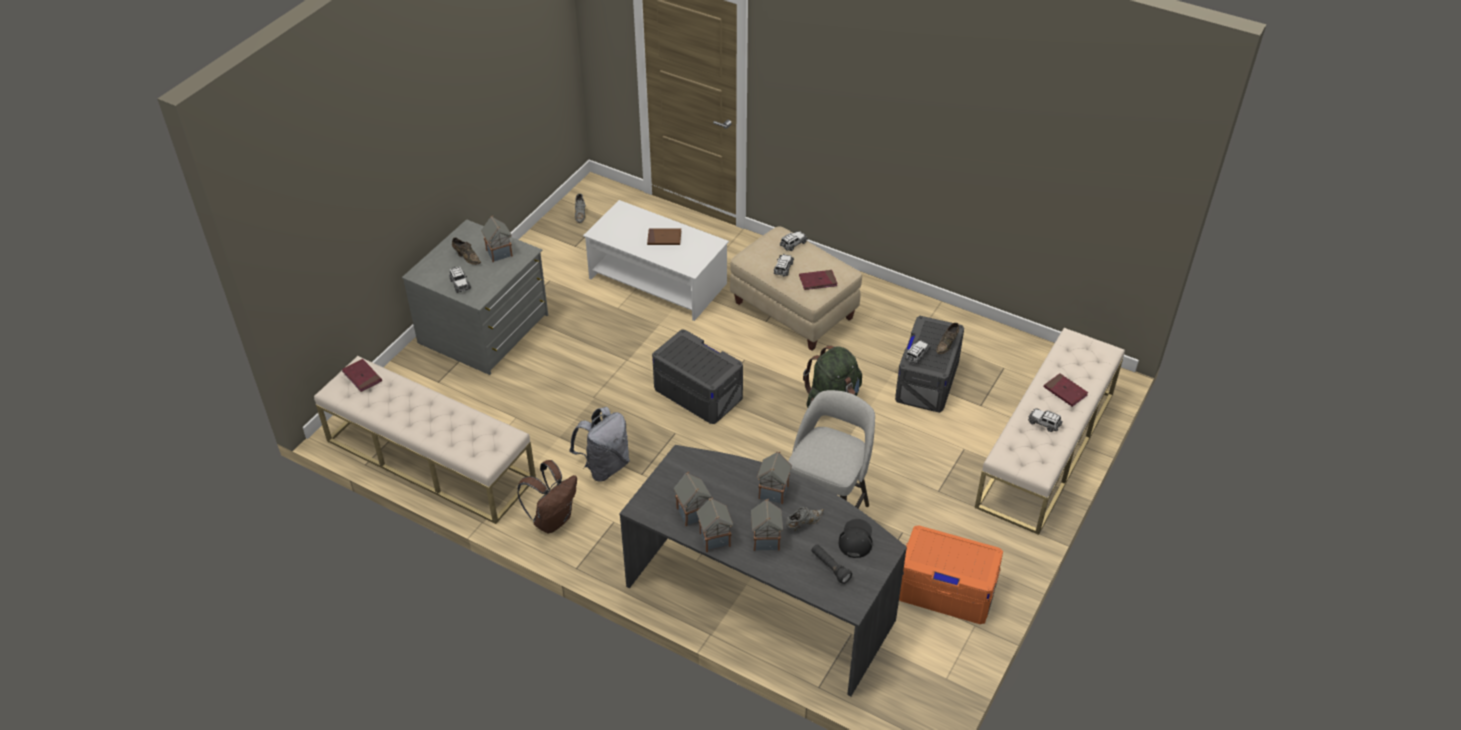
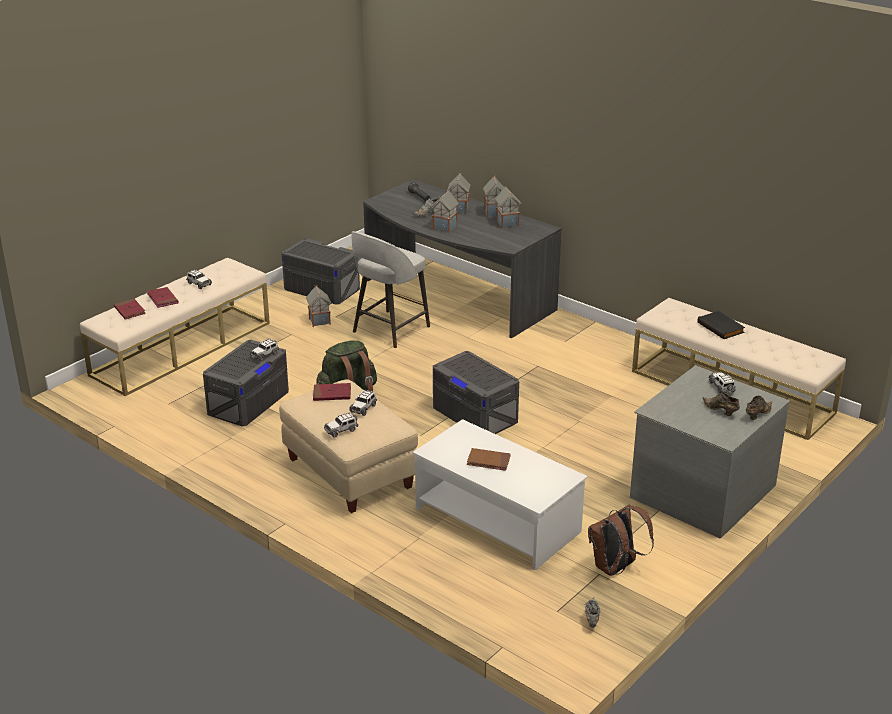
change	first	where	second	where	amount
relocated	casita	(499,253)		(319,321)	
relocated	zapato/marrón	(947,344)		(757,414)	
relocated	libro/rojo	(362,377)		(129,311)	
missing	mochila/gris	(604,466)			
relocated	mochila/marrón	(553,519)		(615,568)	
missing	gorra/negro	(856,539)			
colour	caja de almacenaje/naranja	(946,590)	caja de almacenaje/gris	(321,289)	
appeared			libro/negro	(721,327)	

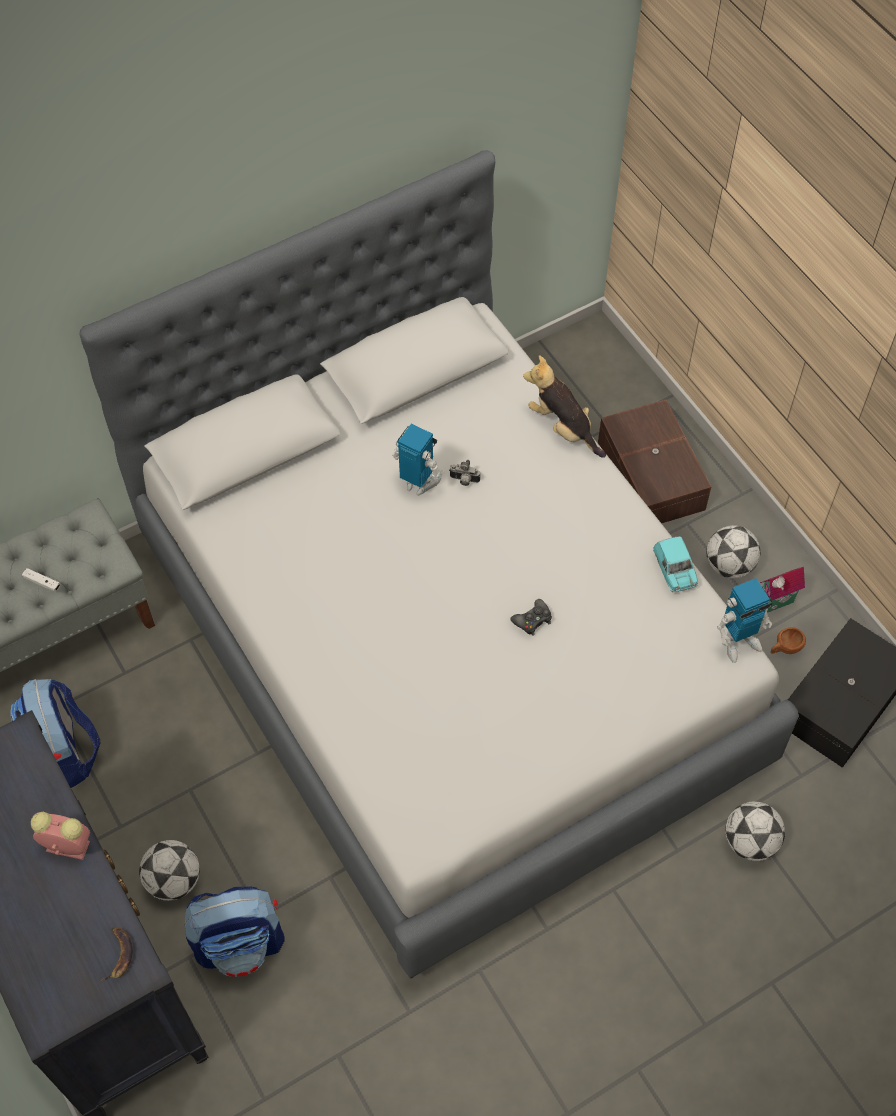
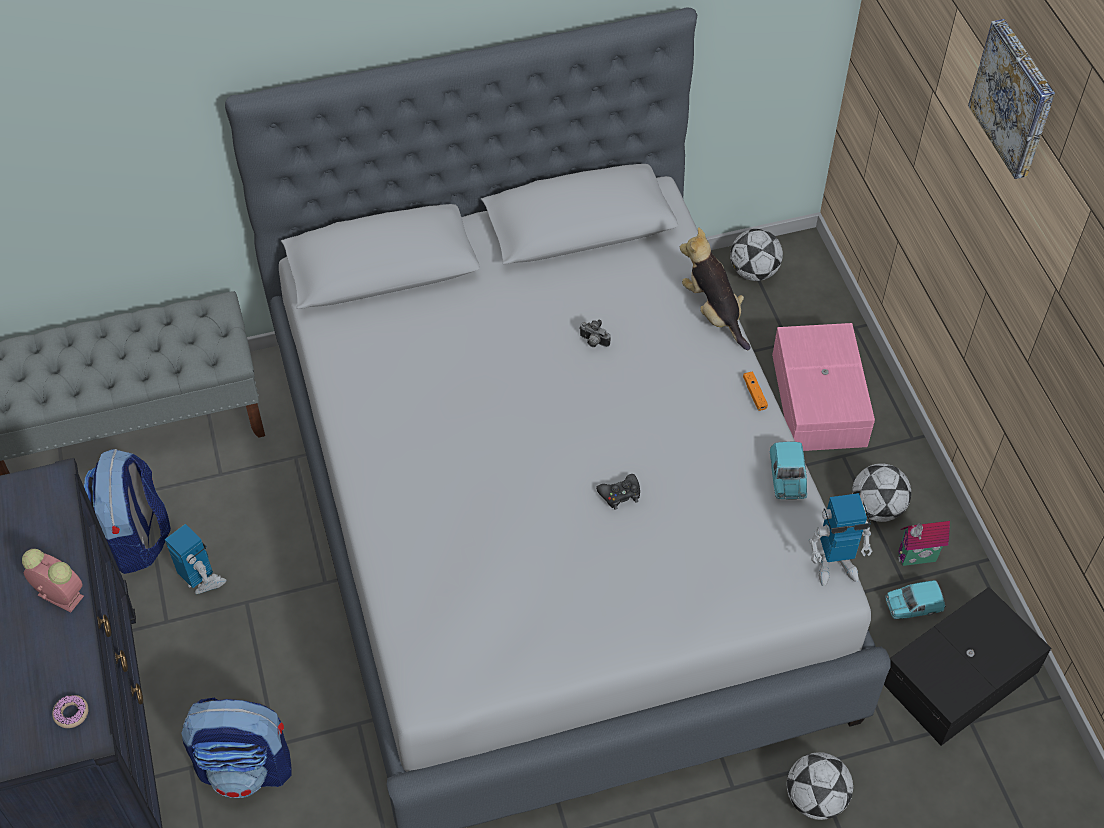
change	first	where	second	where	amount
colour	caja de almacenaje/marrón	(649,477)	caja de almacenaje/rosa	(817,401)	
relocated	robot de juguete	(419,483)		(202,582)	
missing	mando de consola/blanco	(42,582)			
exchanged	taza/marrón	(785,648)	coche de juguete/turquesa	(913,607)	
relocated	balón de fútbol	(174,880)		(753,272)	
exchanged	plátano	(118,954)	rosquilla	(71,713)	
appeared			cuadro	(1015,98)	
appeared			mando de consola/naranja	(754,394)	

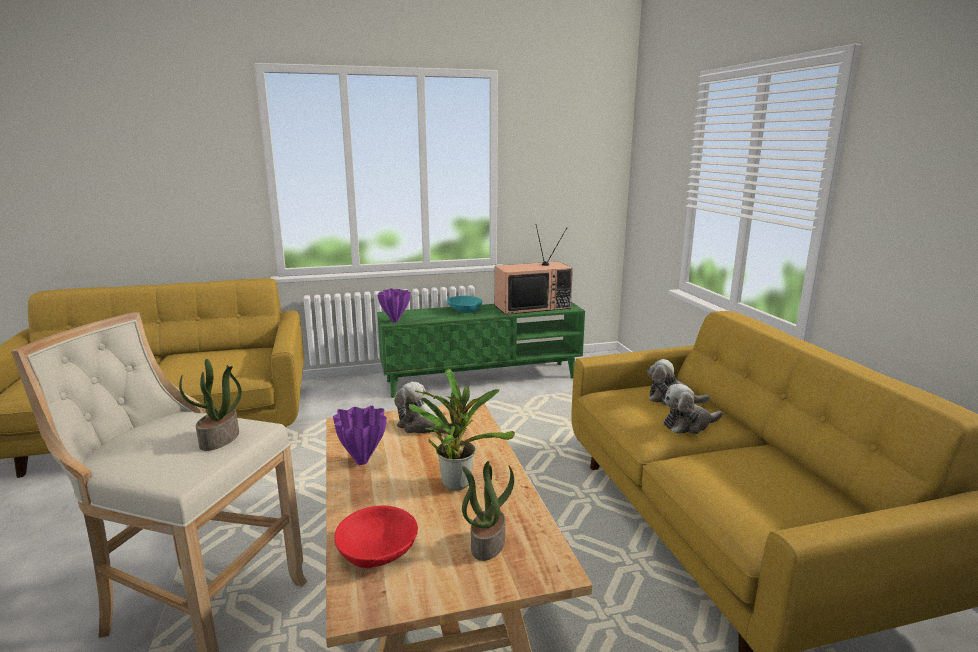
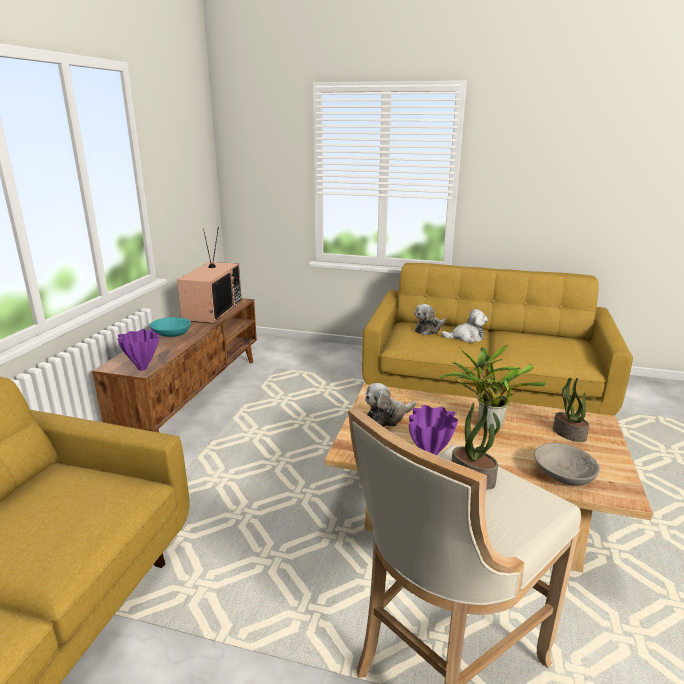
change	first	where	second	where	amount
colour	mueble de televisión/verde	(482,379)	mueble de televisión/marrón	(194,397)	
spun	peluche	(688,425)		(466,337)	105 degrees counterclockwise
colour	cuenco/rojo	(377,550)	cuenco/gris	(563,474)	

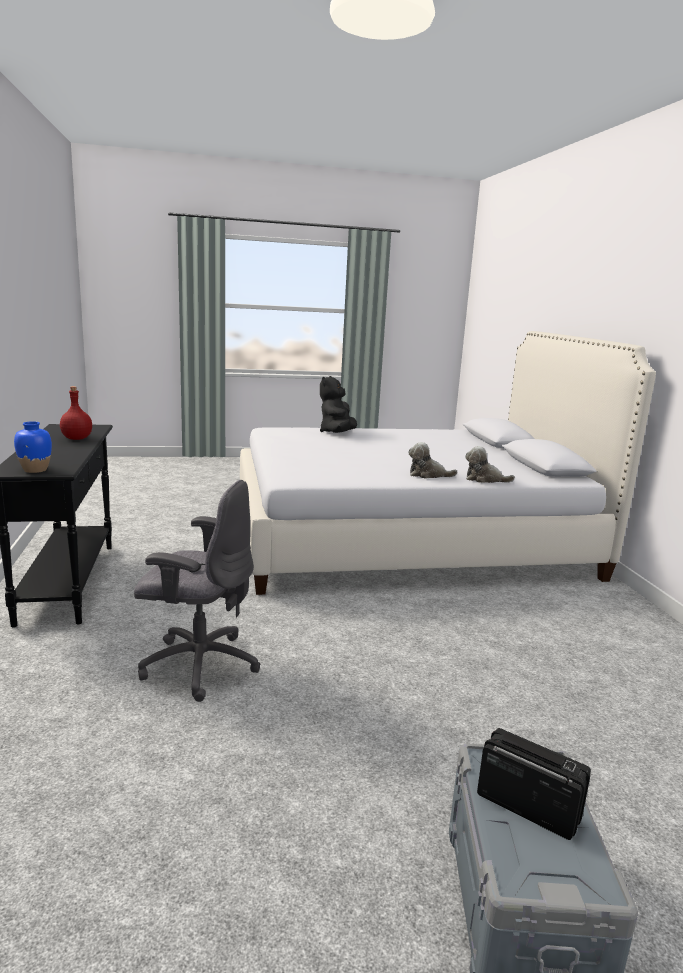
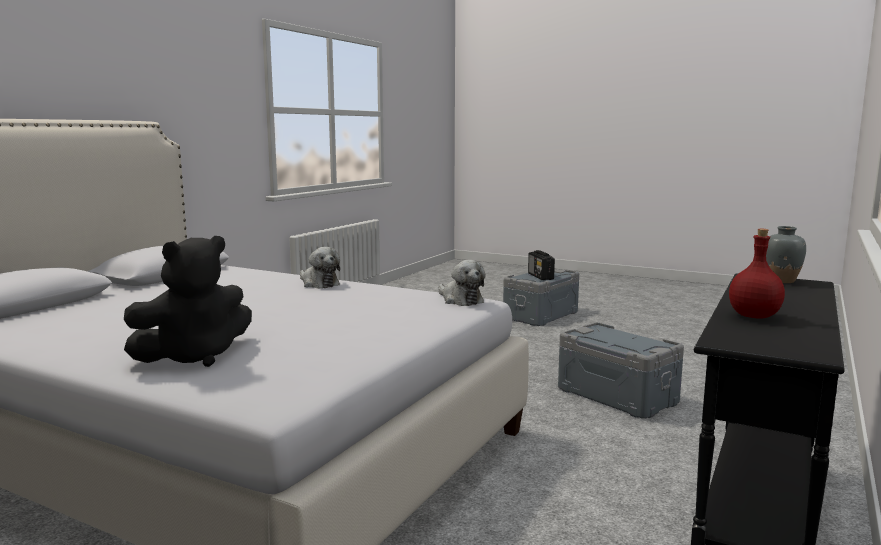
change	first	where	second	where	amount
colour	florero/azul	(35,470)	florero/gris	(781,280)	
relocated	peluche	(484,479)		(460,300)	
exchanged	silla de oficina/gris	(199,664)	caja de almacenaje/gris	(617,395)	

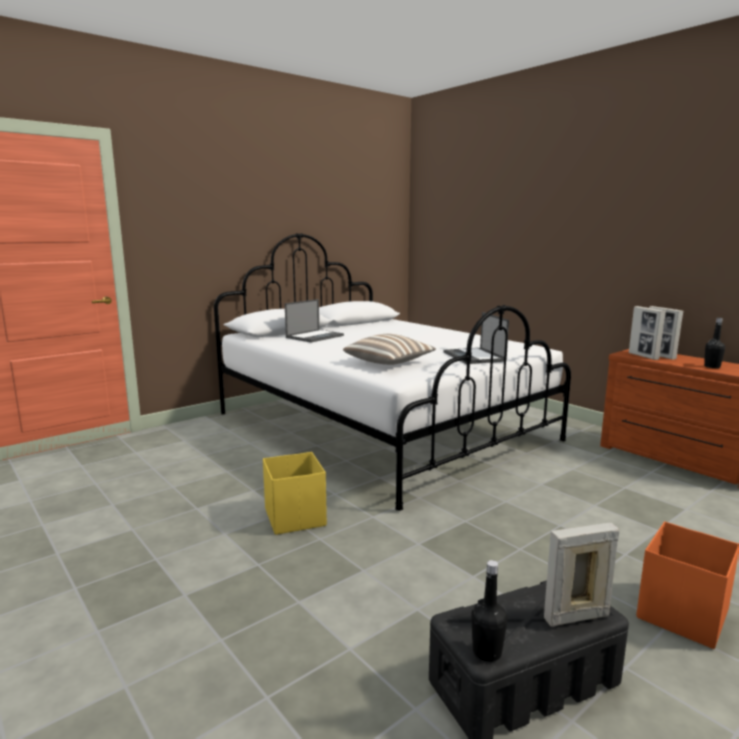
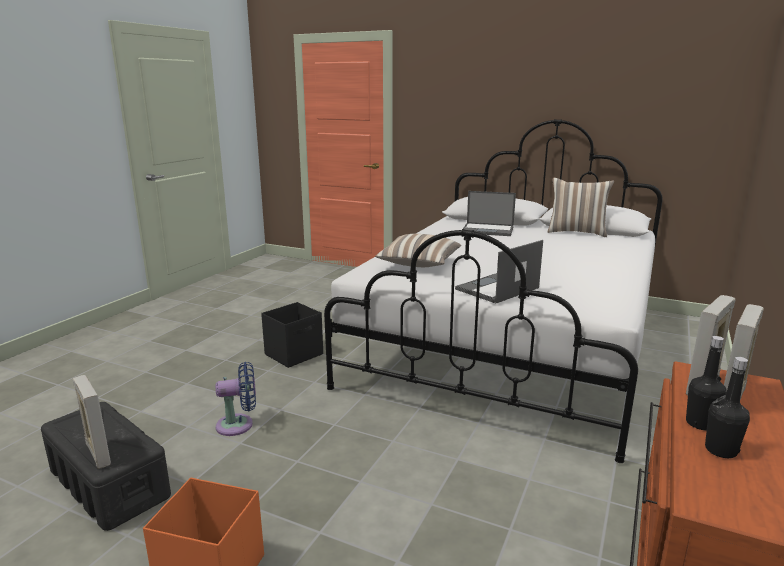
change	first	where	second	where	amount
colour	caja de almacenaje/amarillo	(295,517)	caja de almacenaje/negro	(295,354)	
relocated	botella/negro	(487,652)		(700,423)	
appeared			cojín	(577,232)	
appeared			ventilador/azul	(239,425)	

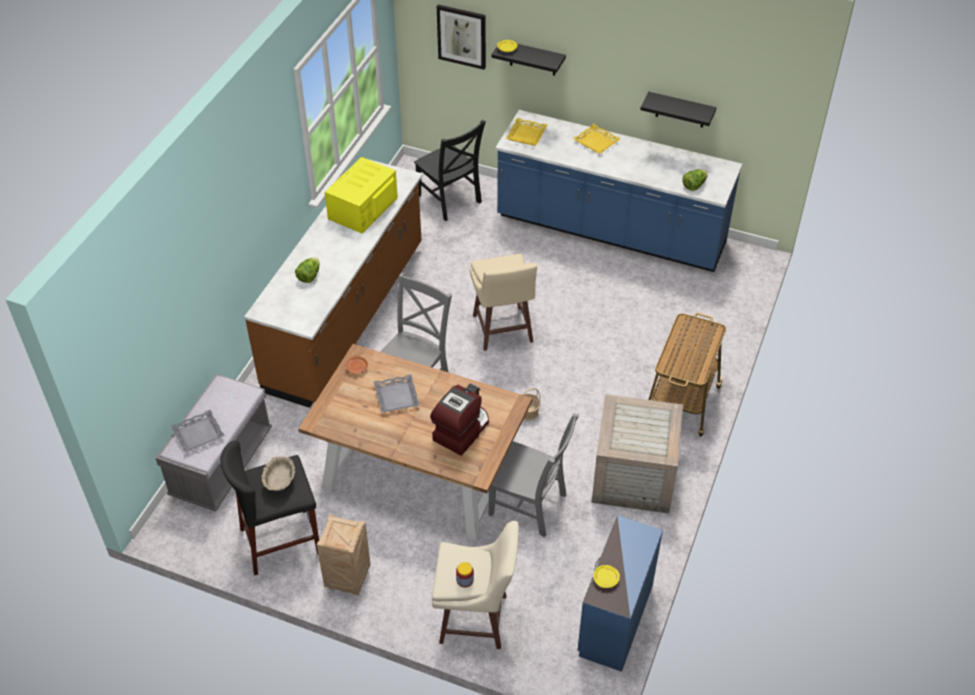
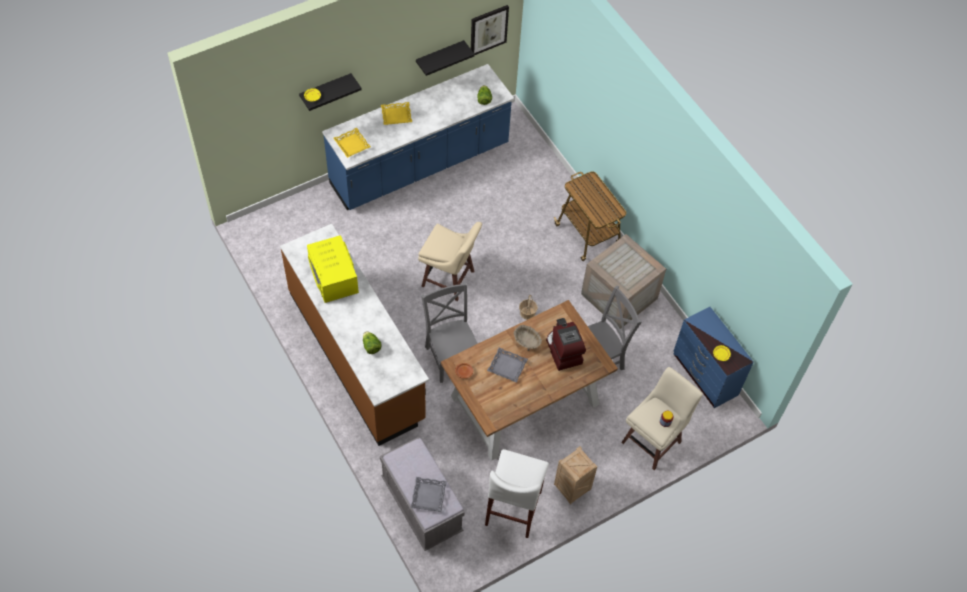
change	first	where	second	where	amount
relocated	cuadro	(462,36)		(488,29)	
missing	silla/negro	(450,200)			
colour	taburete/negro	(280,541)	taburete/blanco	(513,508)	
relocated	cuenco/beis	(280,482)		(527,342)	

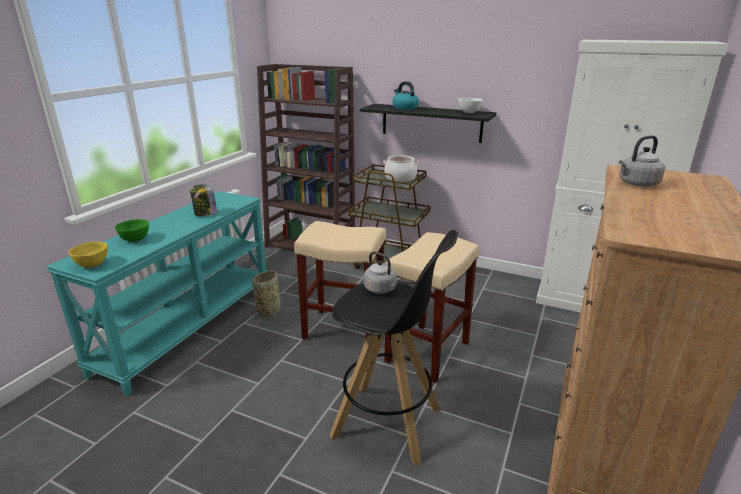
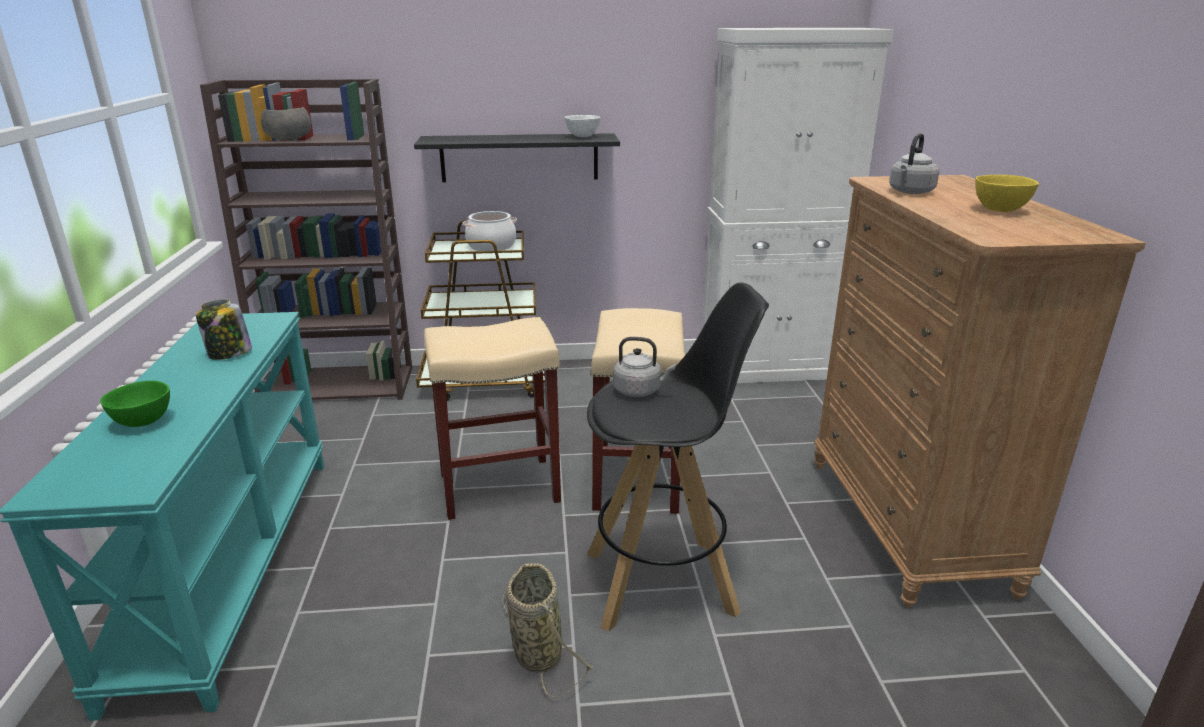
change	first	where	second	where	amount
missing	hervidor	(405,108)			
relocated	cuenco/amarillo	(92,265)		(1000,210)	
relocated	cesta	(270,311)		(536,651)	
appeared			cuenco/gris	(288,139)	

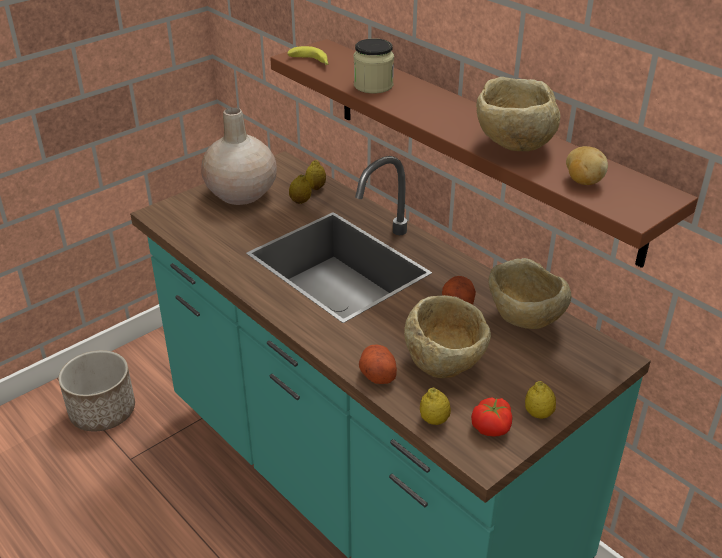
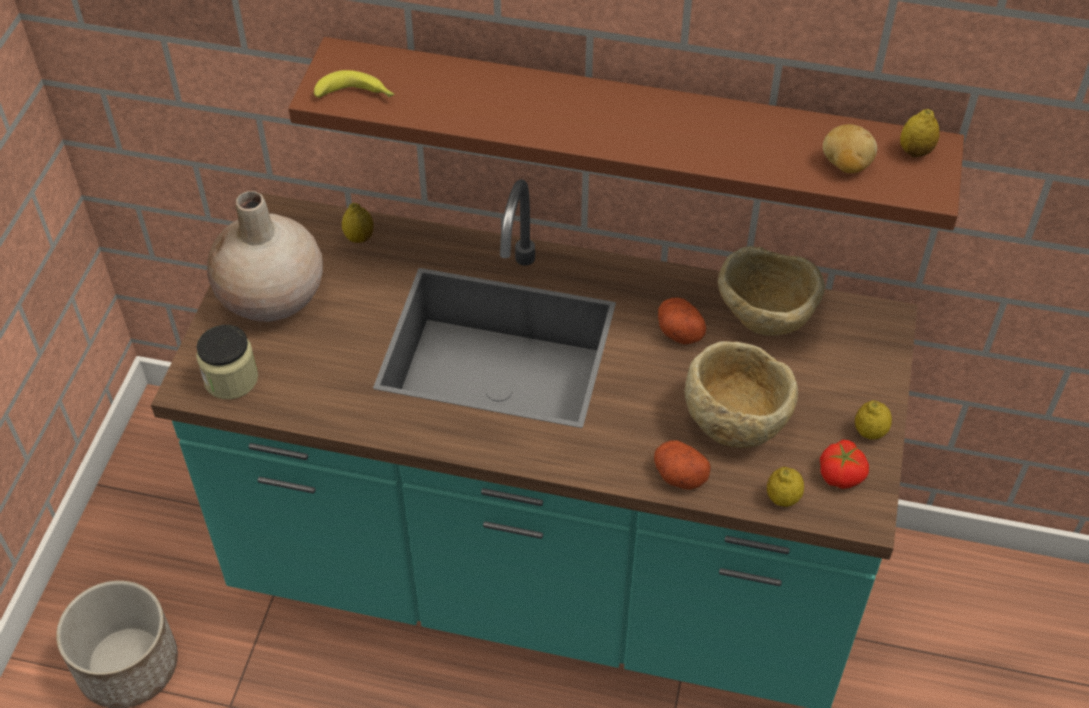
change	first	where	second	where	amount
relocated	tarro	(373,85)		(231,379)	
missing	cuenco/beis	(513,146)			
relocated	limón	(300,201)		(915,151)	

